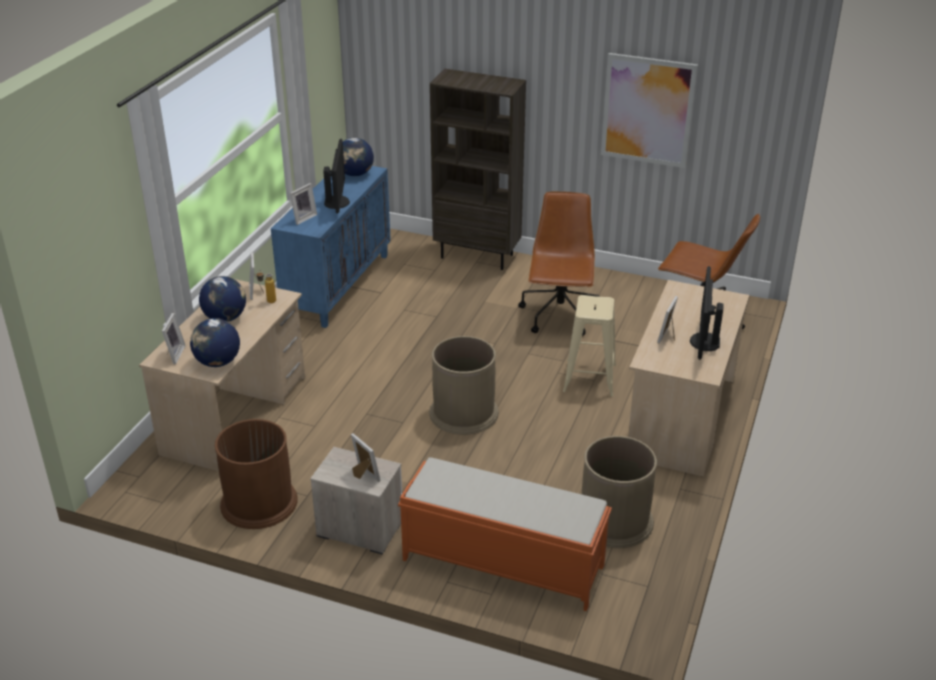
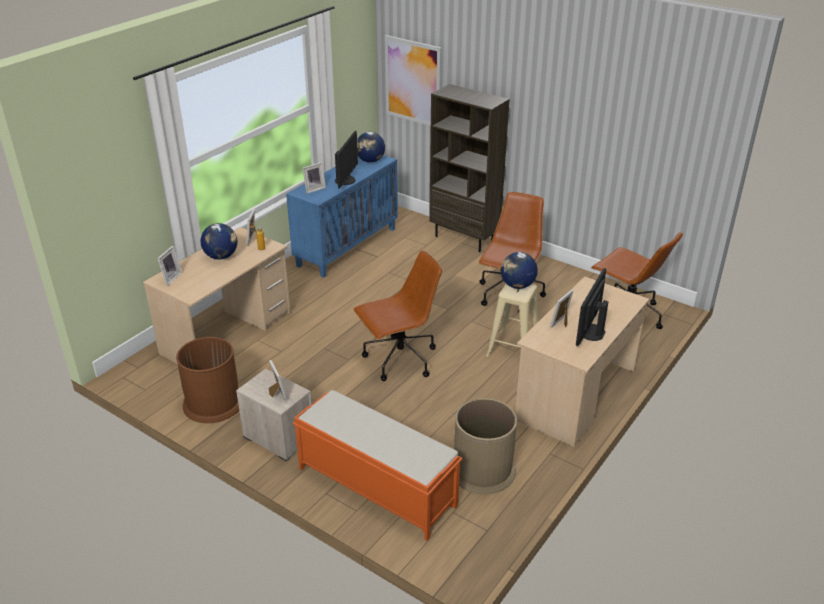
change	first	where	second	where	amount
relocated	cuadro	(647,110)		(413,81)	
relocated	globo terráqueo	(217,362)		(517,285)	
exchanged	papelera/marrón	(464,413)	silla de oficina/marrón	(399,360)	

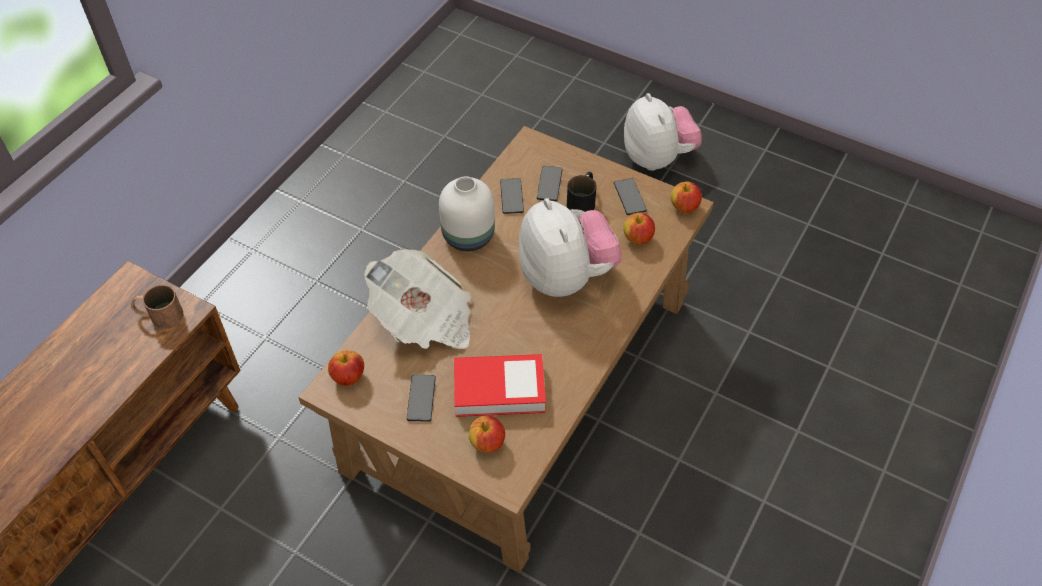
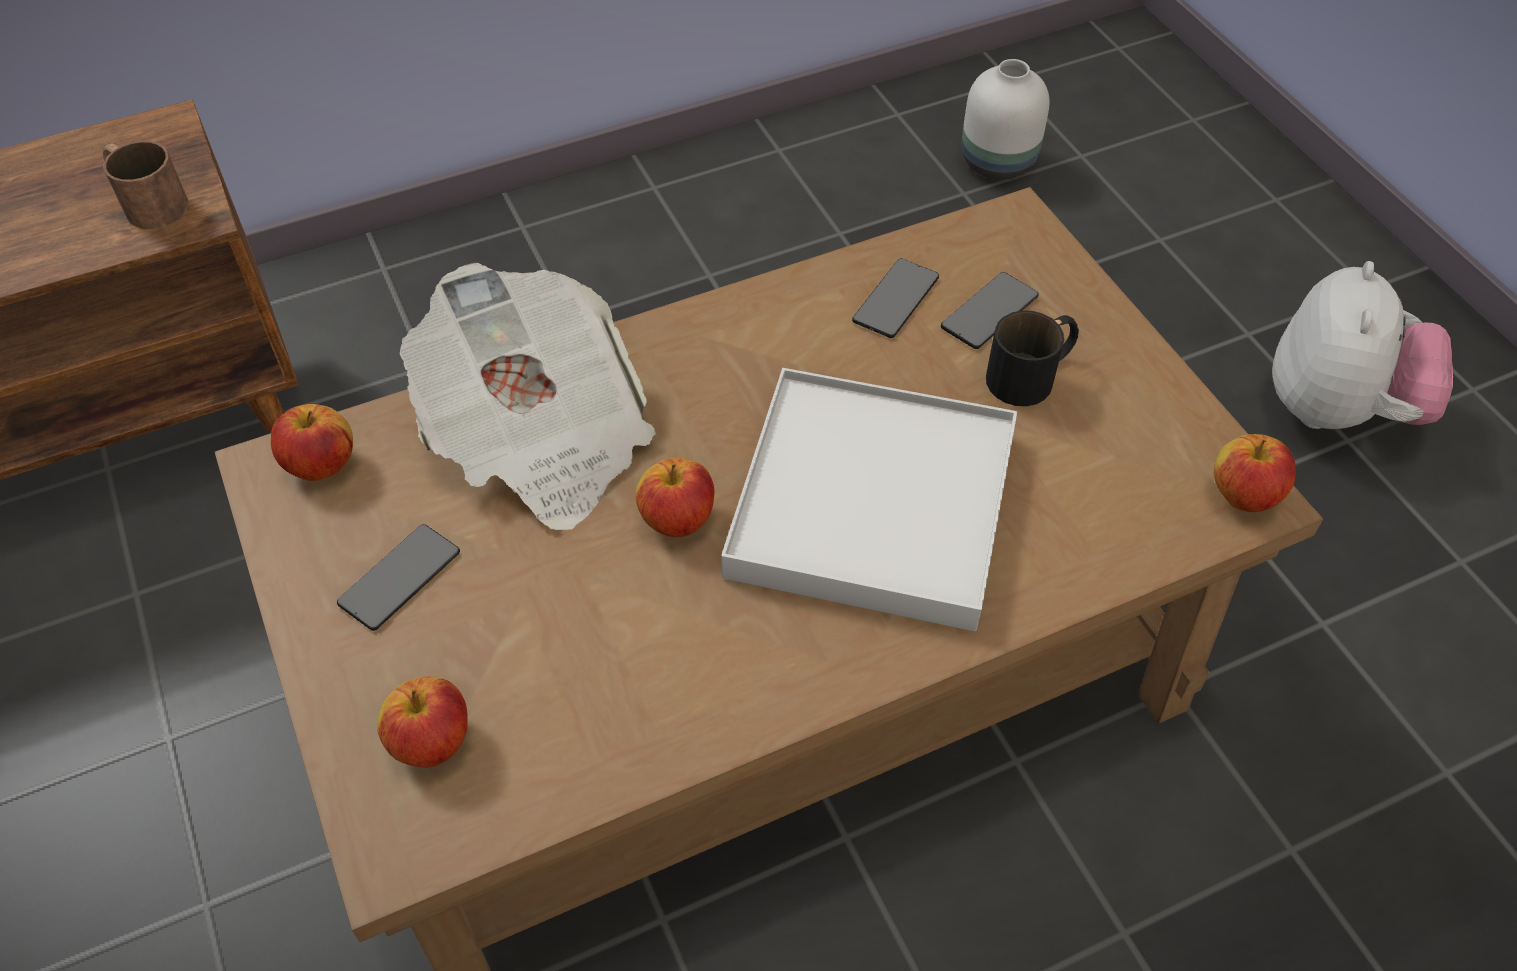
change	first	where	second	where	amount
relocated	florero/blanco	(469,237)		(998,163)	
missing	móvil	(630,197)			
exchanged	peluche	(566,277)	bandeja/blanco	(872,503)	
relocated	manzana	(637,238)		(677,520)	
missing	libro	(499,390)			

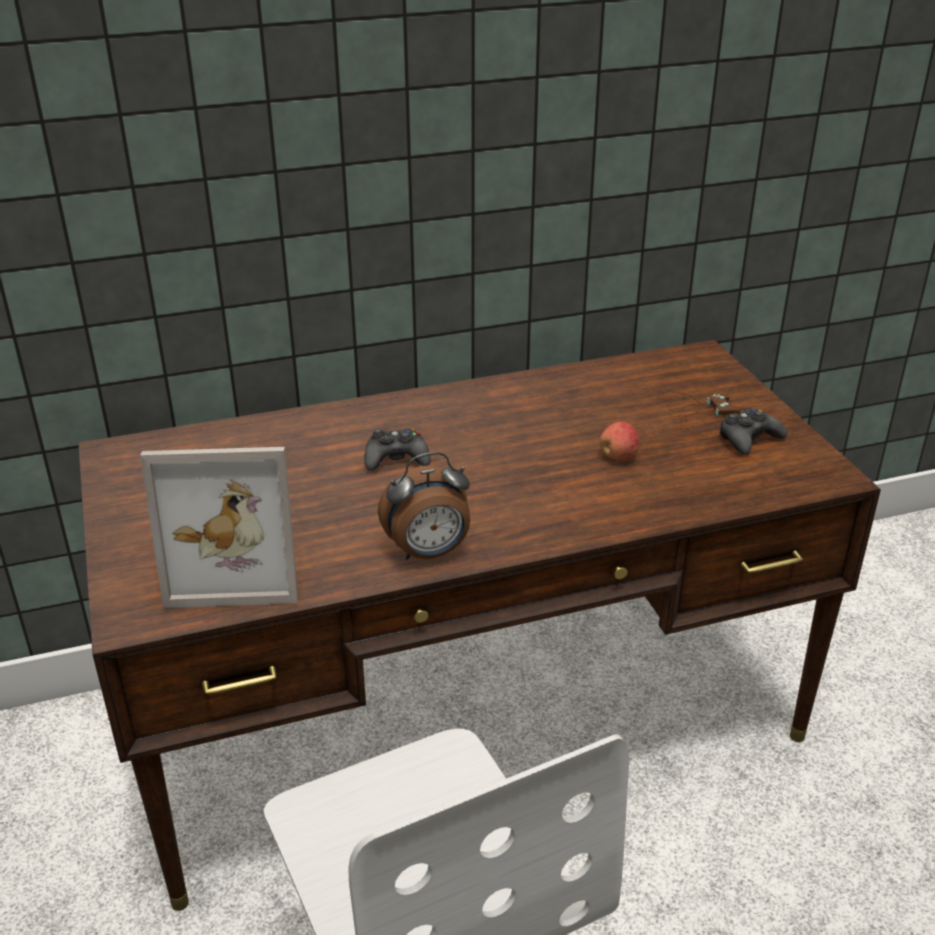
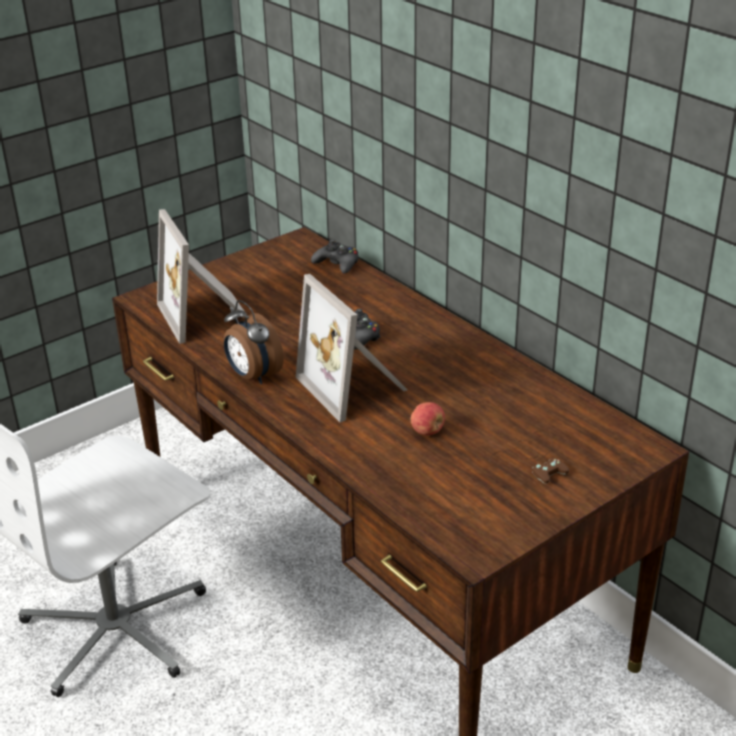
change	first	where	second	where	amount
relocated	mando de consola/negro	(749,439)		(337,264)	
appeared			portarretratos	(355,386)	

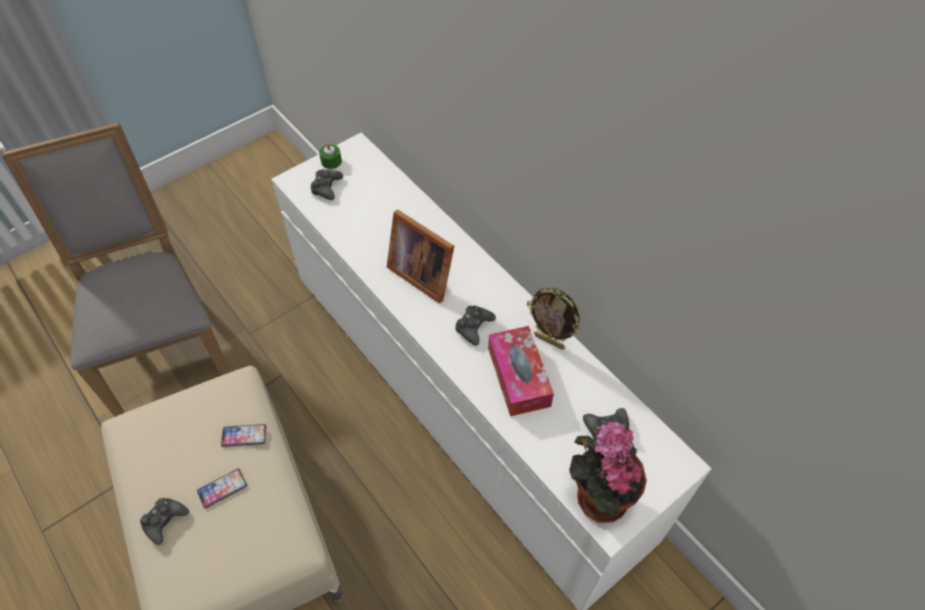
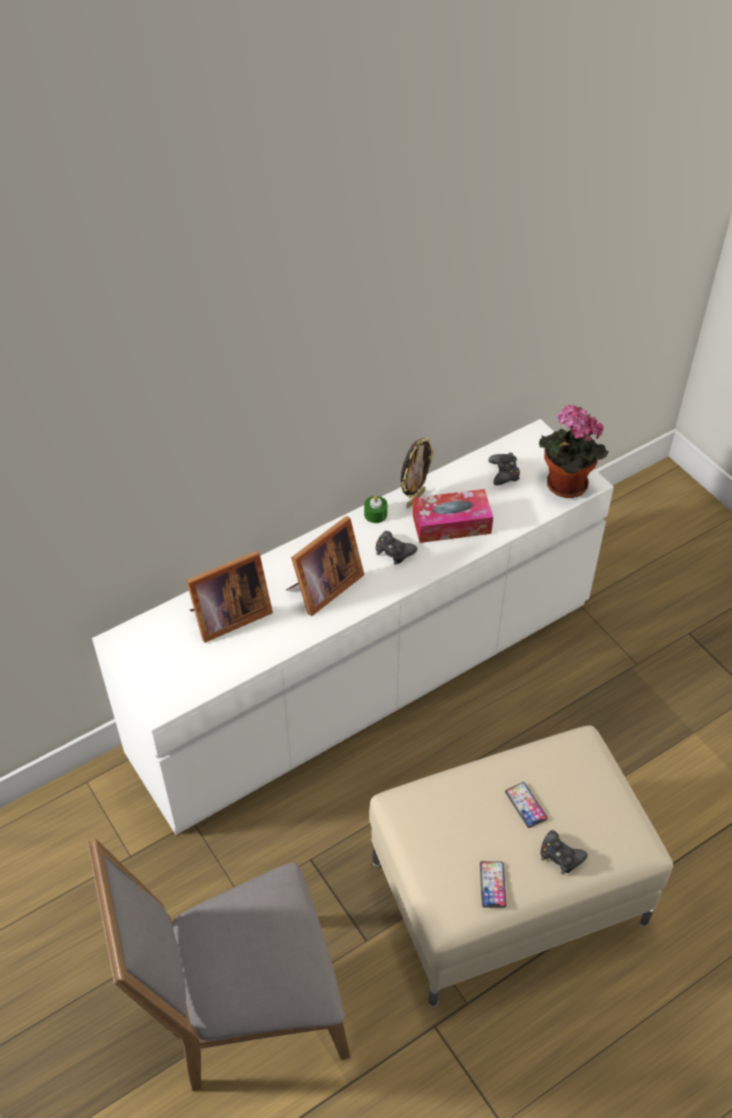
change	first	where	second	where	amount
relocated	vela/verde	(331,161)		(375,514)	
missing	mando de consola/negro	(326,187)			
relocated	móvil	(244,435)		(492,885)	
appeared			portarretratos	(227,616)	

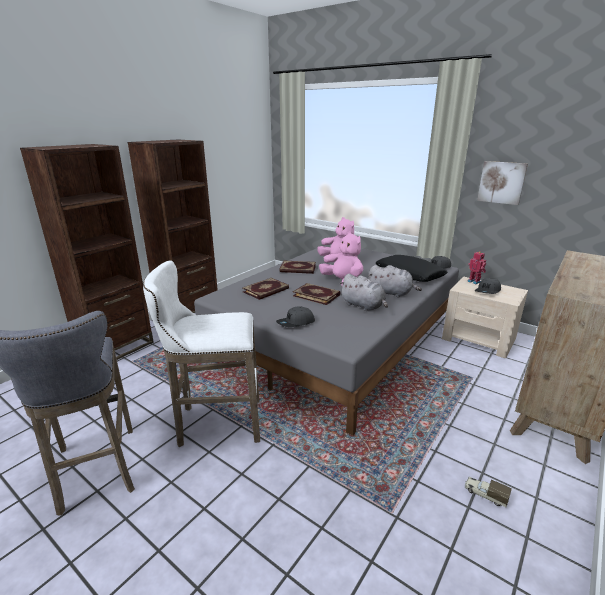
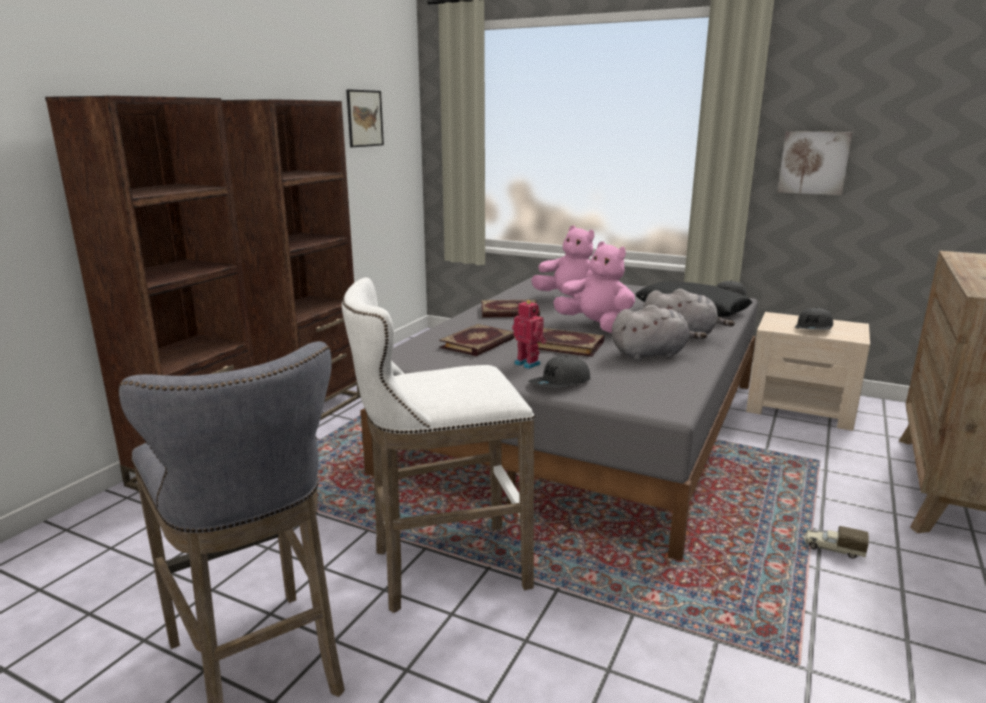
change	first	where	second	where	amount
relocated	robot de juguete	(474,281)		(528,363)	
spun	peluche/gris	(364,306)		(652,354)	45 degrees counterclockwise
relocated	camión de juguete	(485,495)		(833,549)	
appeared			cuadro	(364,118)	

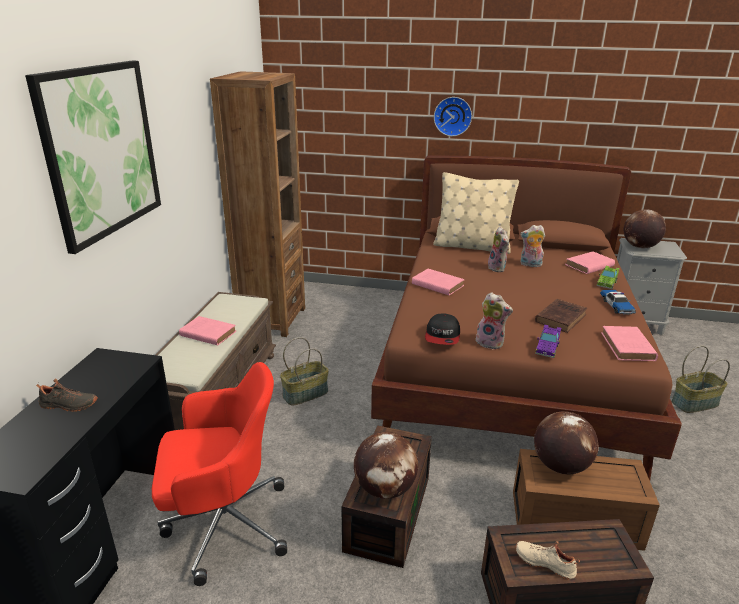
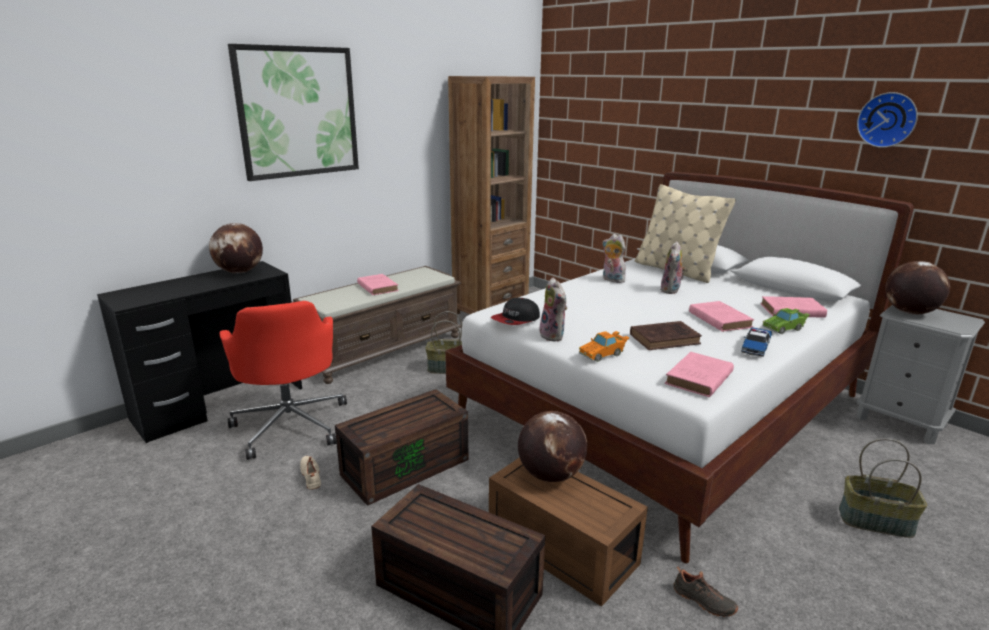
change	first	where	second	where	amount
relocated	reloj de pared	(453,116)		(887,120)	
colour	cama/marrón	(508,367)	cama/blanco	(666,409)	
relocated	peluche	(530,265)		(611,280)	
relocated	libro/rosa	(436,284)		(718,319)	
colour	coche de juguete/morado	(547,348)	coche de juguete/naranja	(603,354)	
spun	silla de oficina/rojo	(224,524)		(291,424)	45 degrees clockwise
relocated	zapato/negro	(68,406)		(703,602)	
relocated	globo terráqueo	(385,489)		(240,272)	
relocated	zapato/beis	(545,562)		(312,476)	

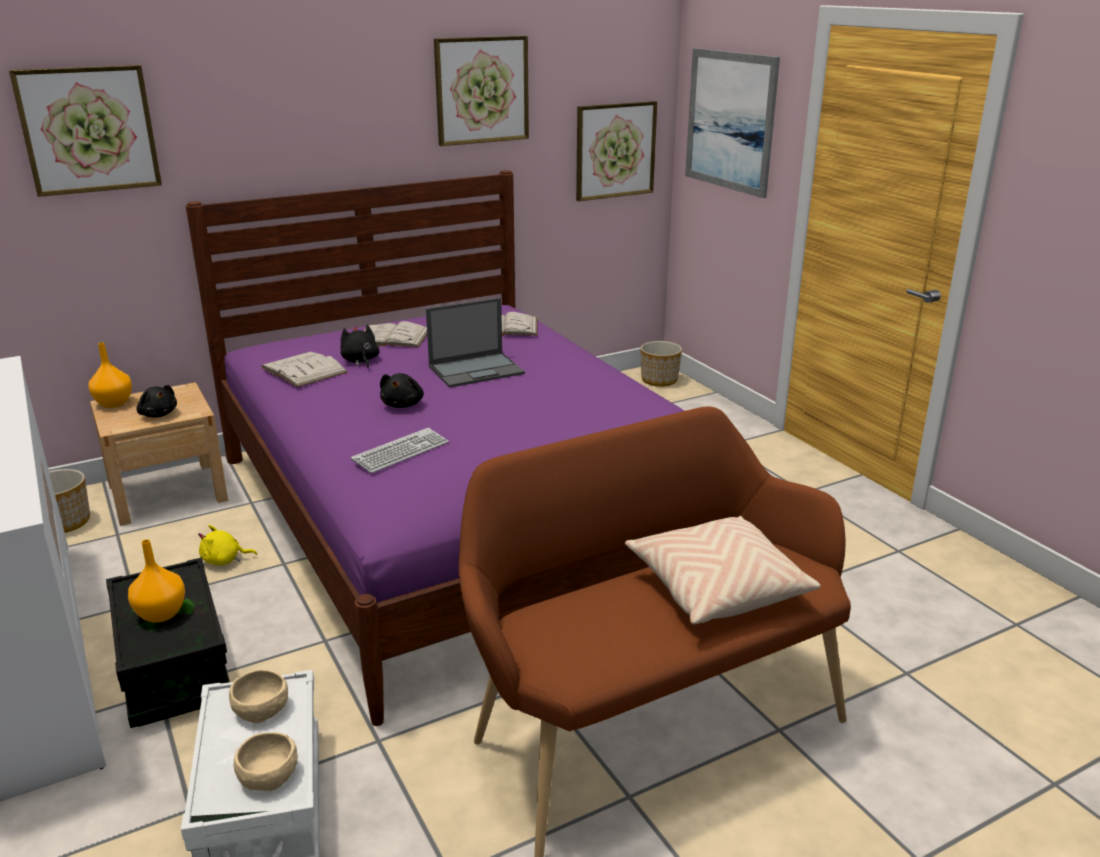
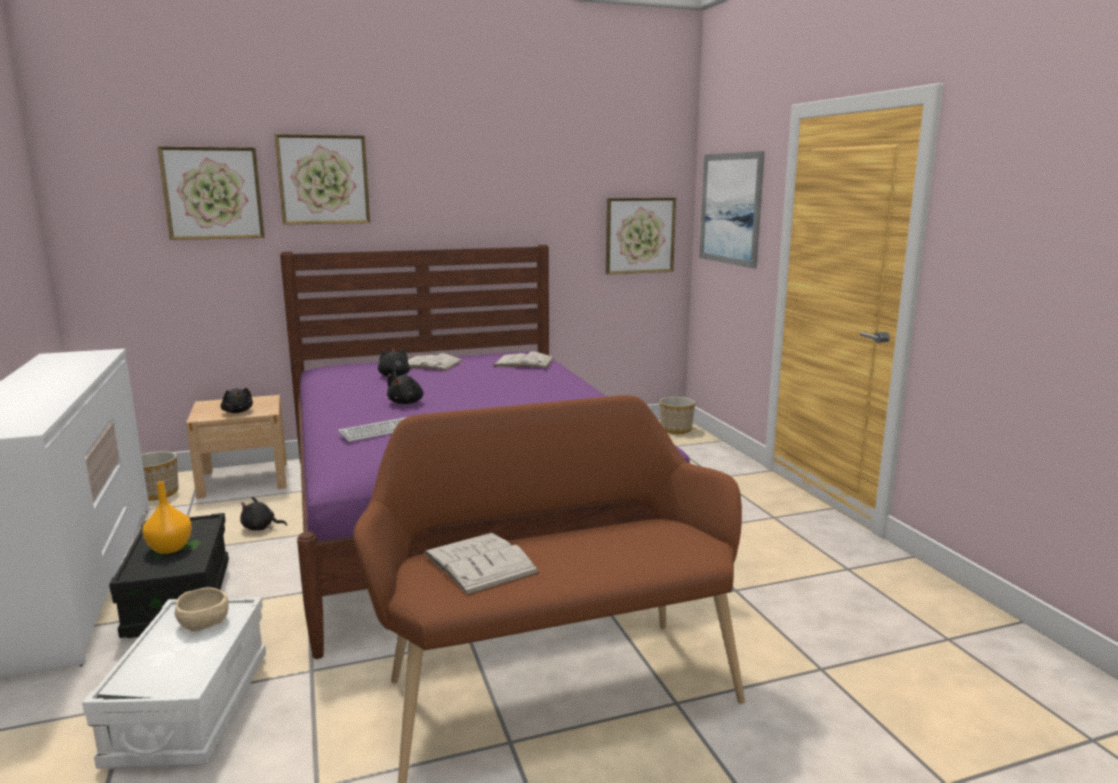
change	first	where	second	where	amount
relocated	cuadro	(481,90)		(323,179)	
missing	portátil	(477,370)			
missing	florero/naranja	(115,403)			
relocated	libro/blanco	(303,370)		(480,563)	
missing	cojín/beis	(716,588)			
colour	peluche/amarillo	(224,560)	peluche/negro	(260,528)	
missing	cuenco/beis	(270,775)			

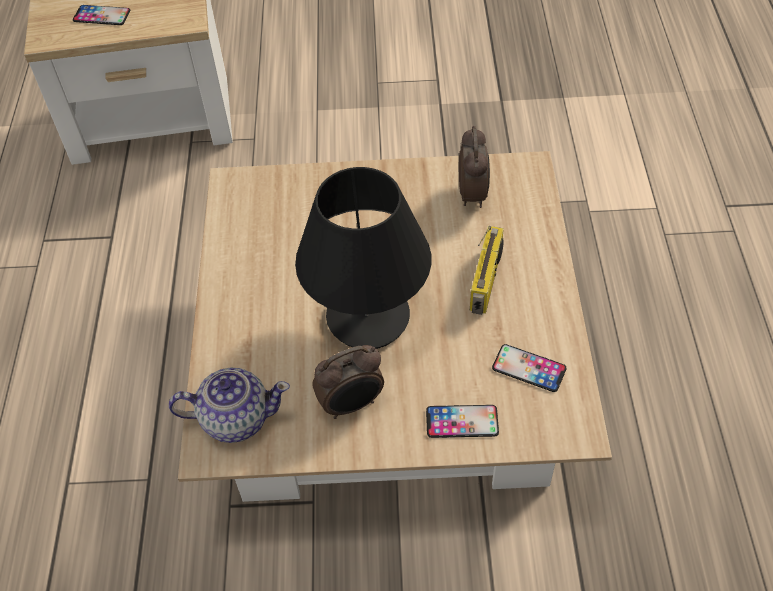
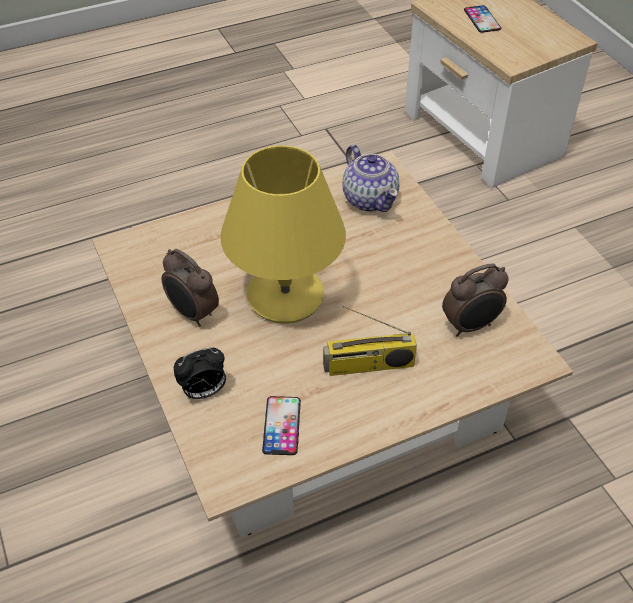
change	first	where	second	where	amount
colour	lámpara de mesa/negro	(367,317)	lámpara de mesa/amarillo	(285,295)	
relocated	tetera	(235,418)		(370,199)	
exchanged	móvil	(462,421)	despertador	(203,392)	

